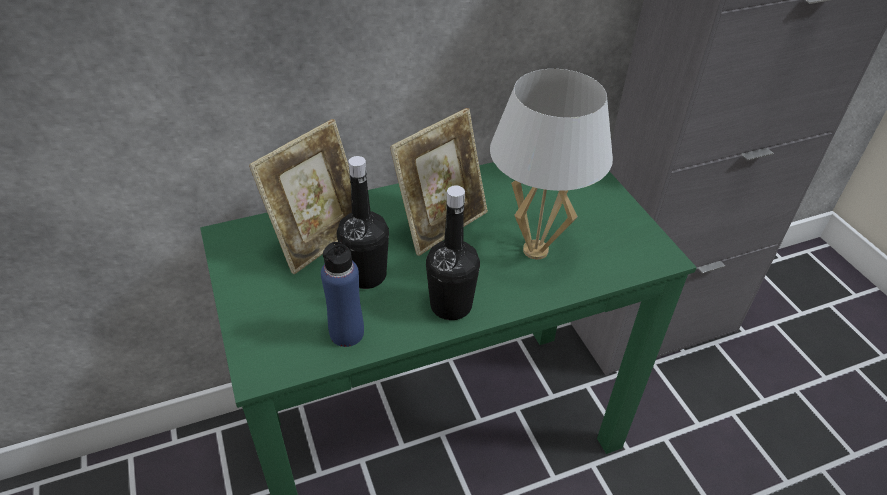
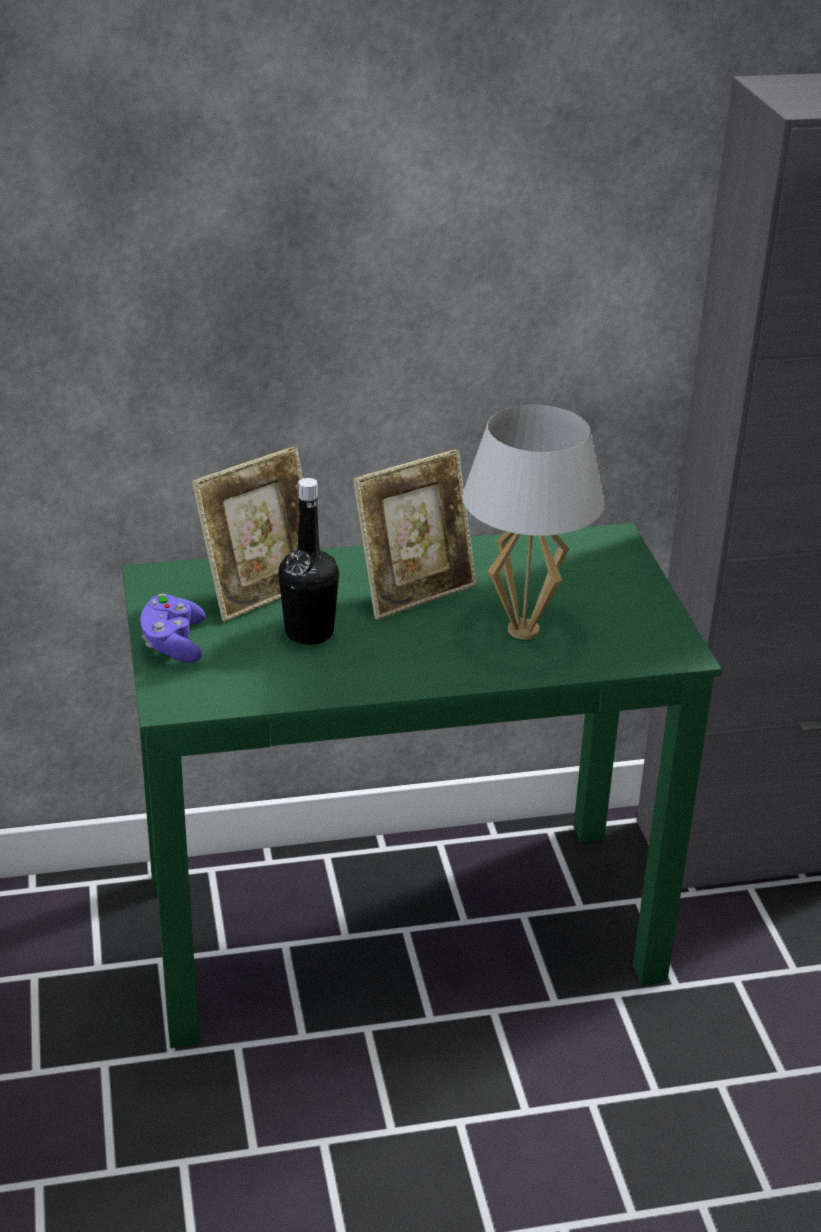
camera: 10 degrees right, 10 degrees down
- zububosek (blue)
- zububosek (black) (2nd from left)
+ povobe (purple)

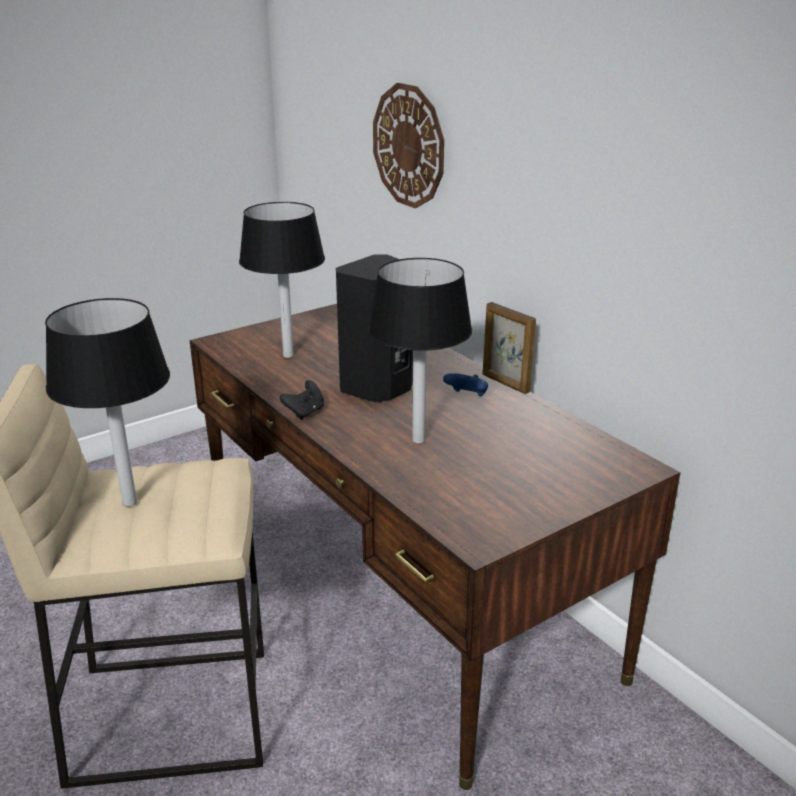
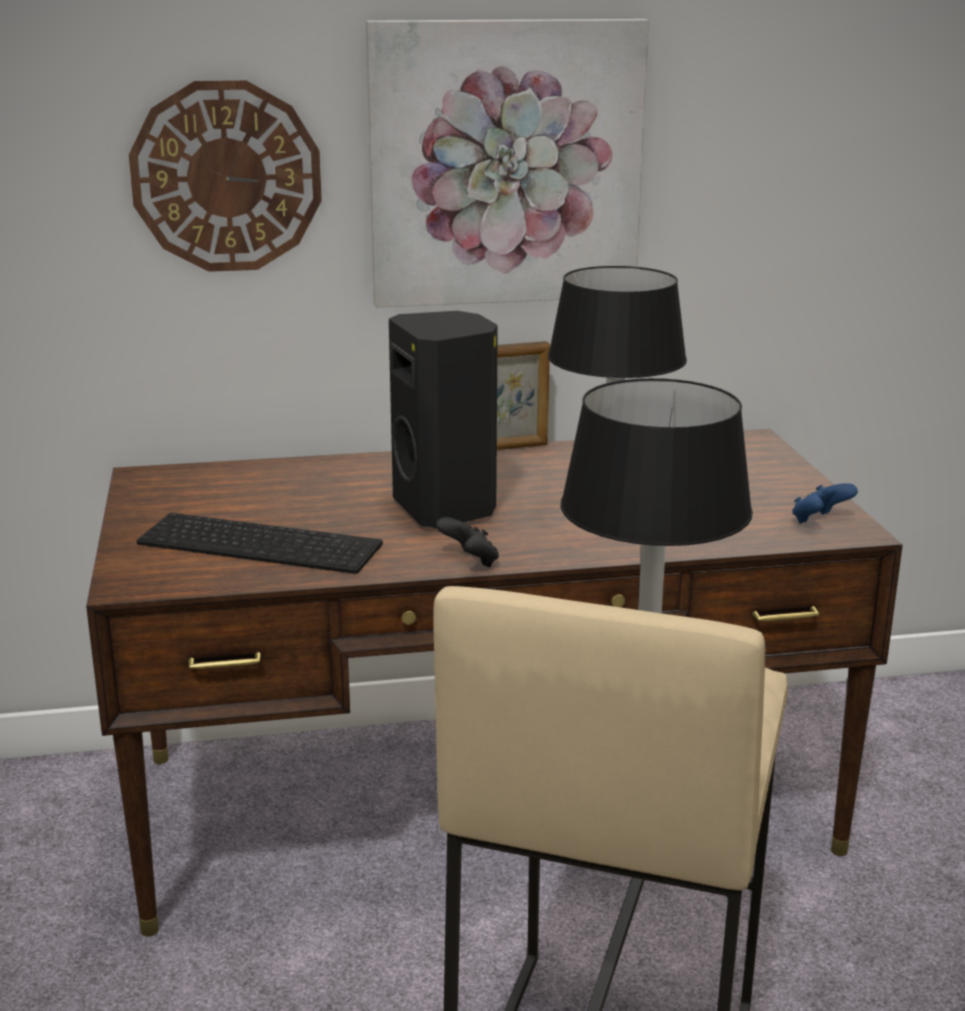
camera: 65 degrees left, 5 degrees down
+ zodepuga
~ povobe (blue)
~ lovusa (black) (2nd from left) to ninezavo

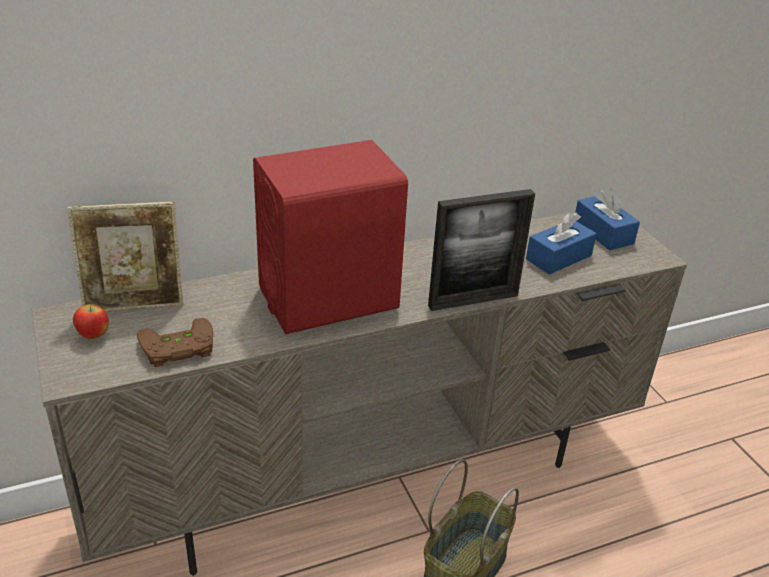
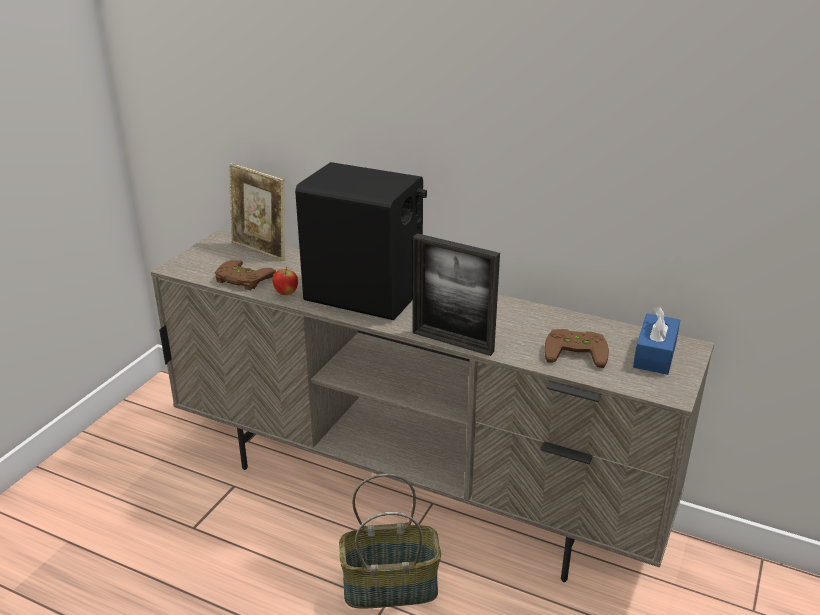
camera: 50 degrees right, 5 degrees down
~ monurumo
~ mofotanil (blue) (1st from left) to povobe (brown) (2nd from left)
~ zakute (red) to zakute (black)

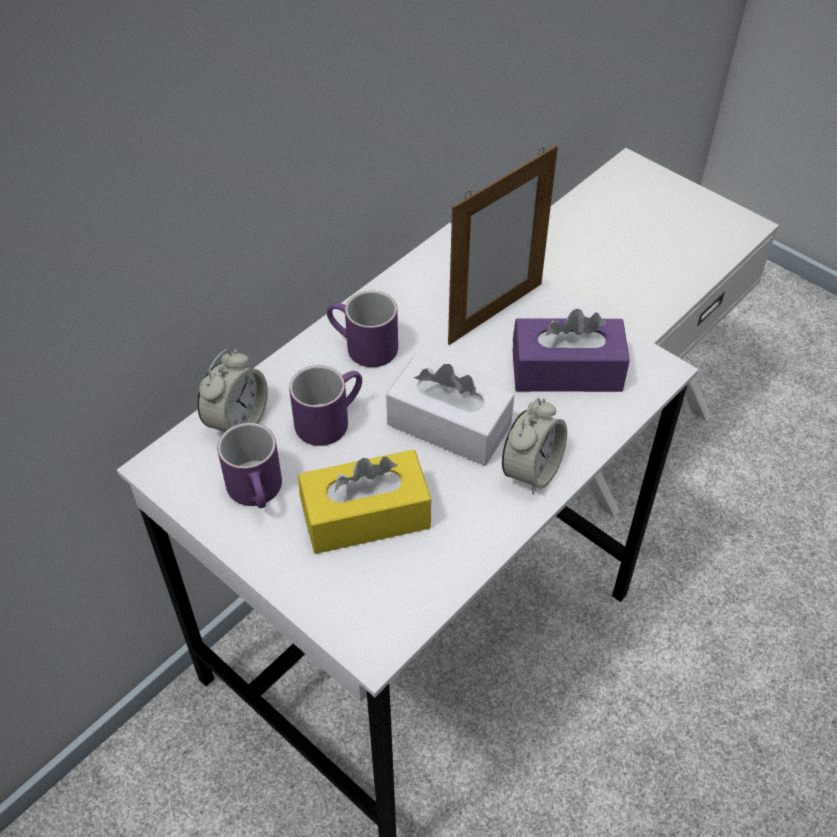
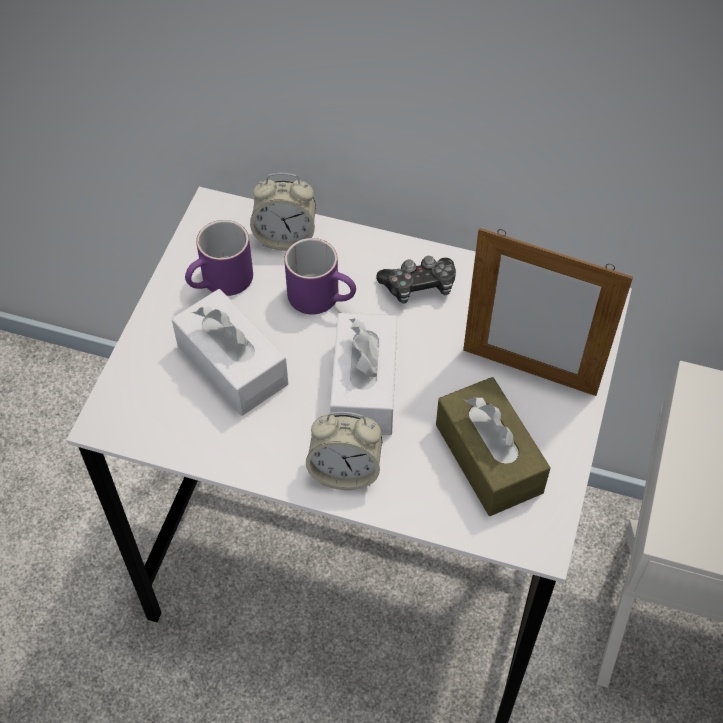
camera: 65 degrees right, 5 degrees up
~ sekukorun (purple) (3rd from left) to povobe
~ mofotanil (yellow) to mofotanil (white) (1st from left)
~ mofotanil (purple) to mofotanil (brown)

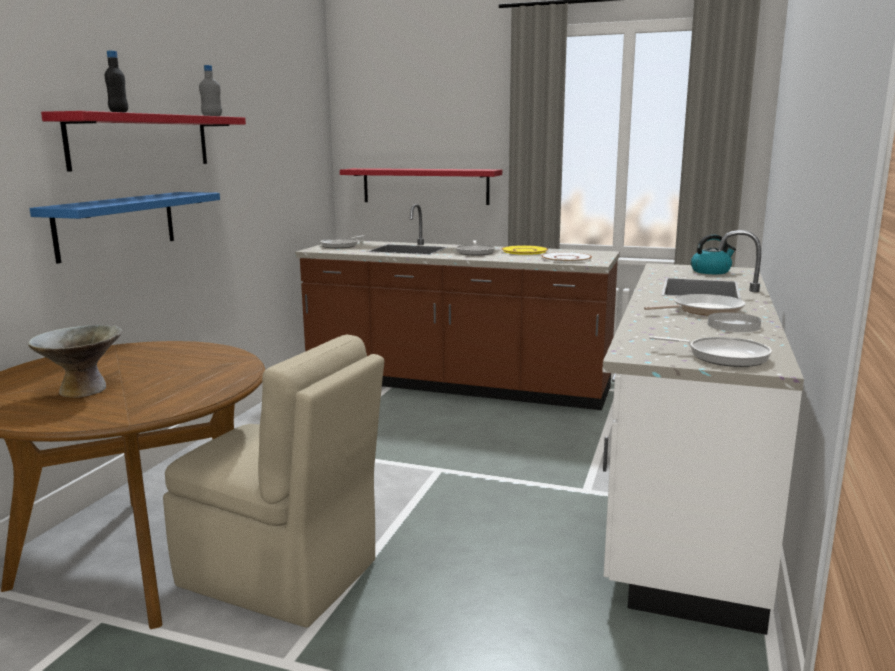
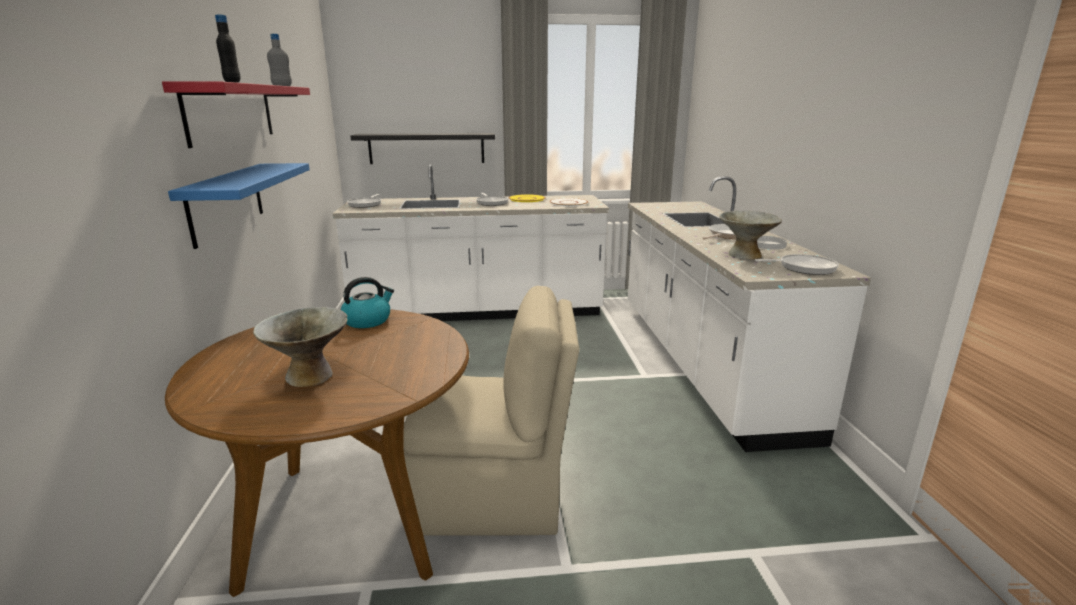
camera: 25 degrees left, 5 degrees up
+ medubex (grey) (2nd from left)
~ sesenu
~ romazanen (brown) to romazanen (white) (1st from left)
~ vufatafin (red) (2nd from left) to vufatafin (black)

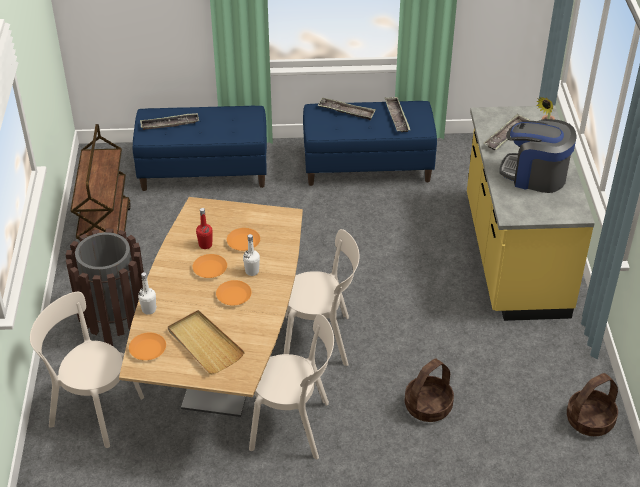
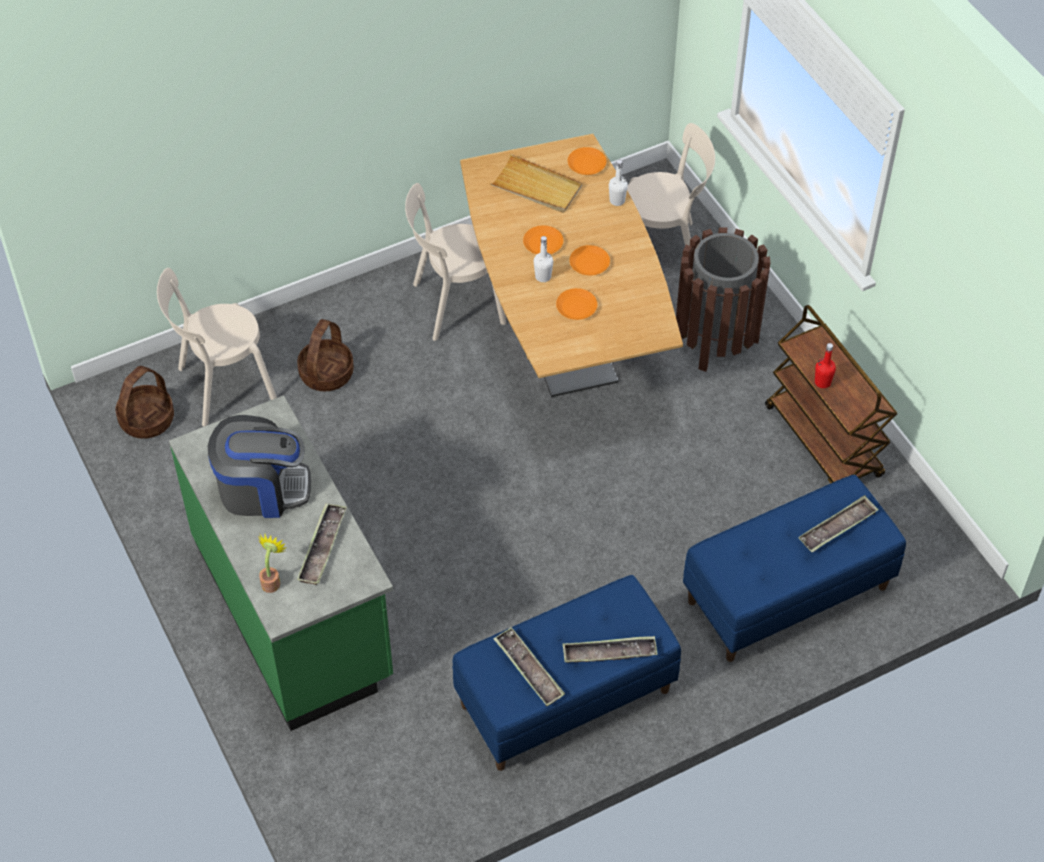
camera: 155 degrees right, 10 degrees up
~ zububosek (red)
~ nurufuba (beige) (3rd from left in the first image) to nurufuba (beige) (1st from left)
~ romazanen (yellow) to romazanen (green)

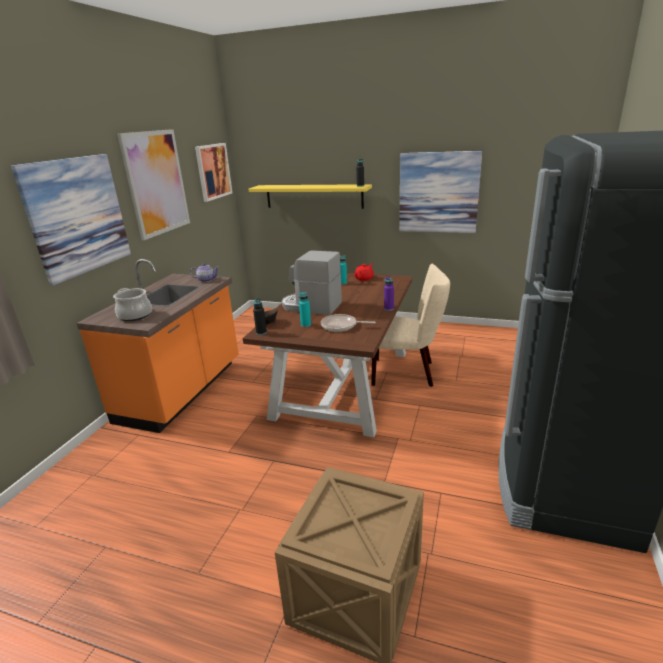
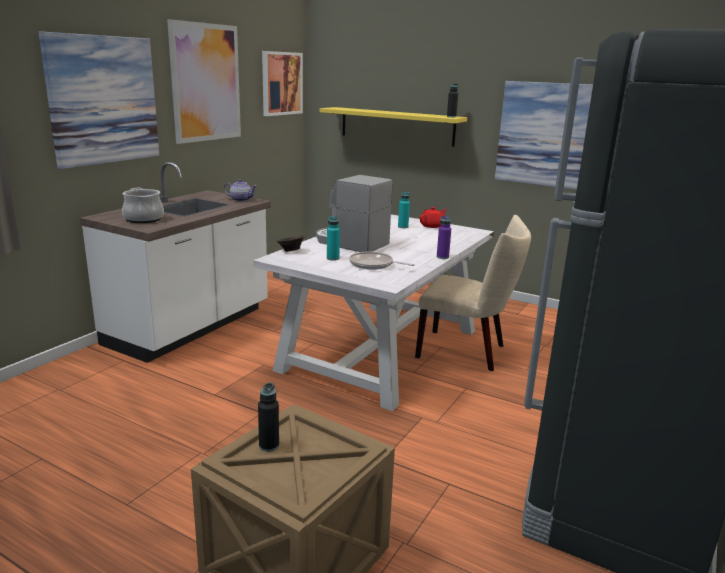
camera: 10 degrees right, 5 degrees down
~ zububosek (black) (1st from left)
~ romazanen (orange) to romazanen (white)
~ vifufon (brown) to vifufon (white)

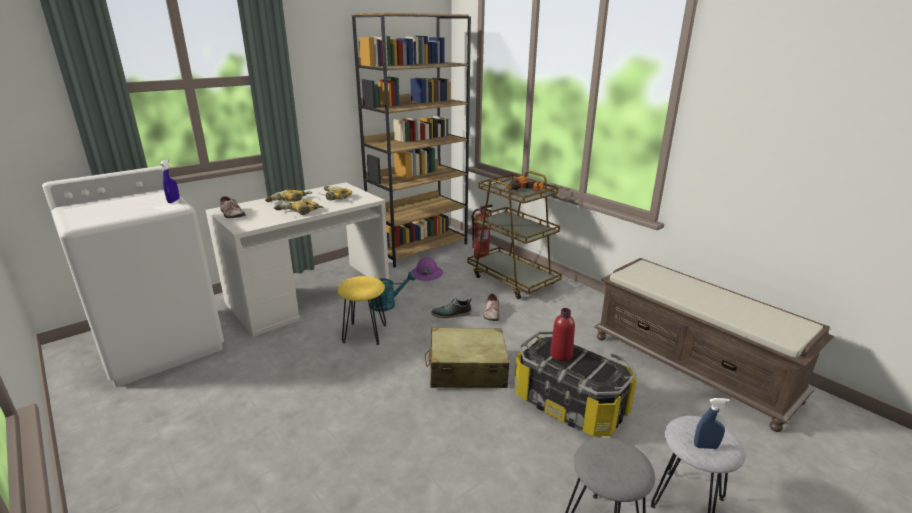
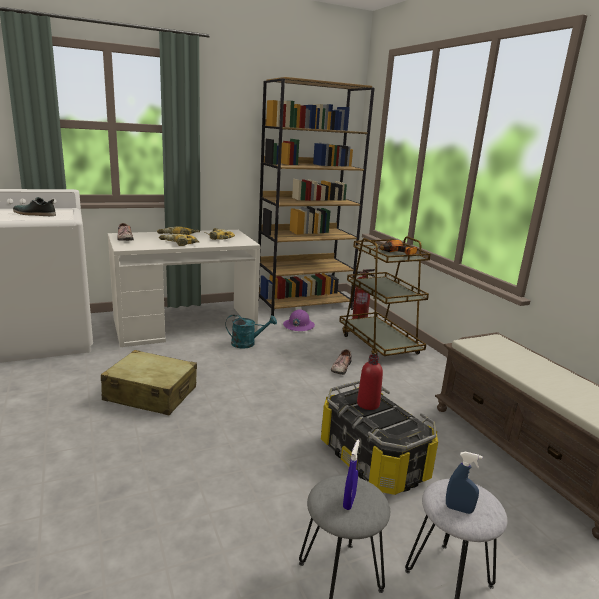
camera: 15 degrees right, 5 degrees down
- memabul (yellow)
~ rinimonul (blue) (1st from left)
~ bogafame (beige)
~ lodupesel (2nd from left in the first image) to lodupesel (1st from left)

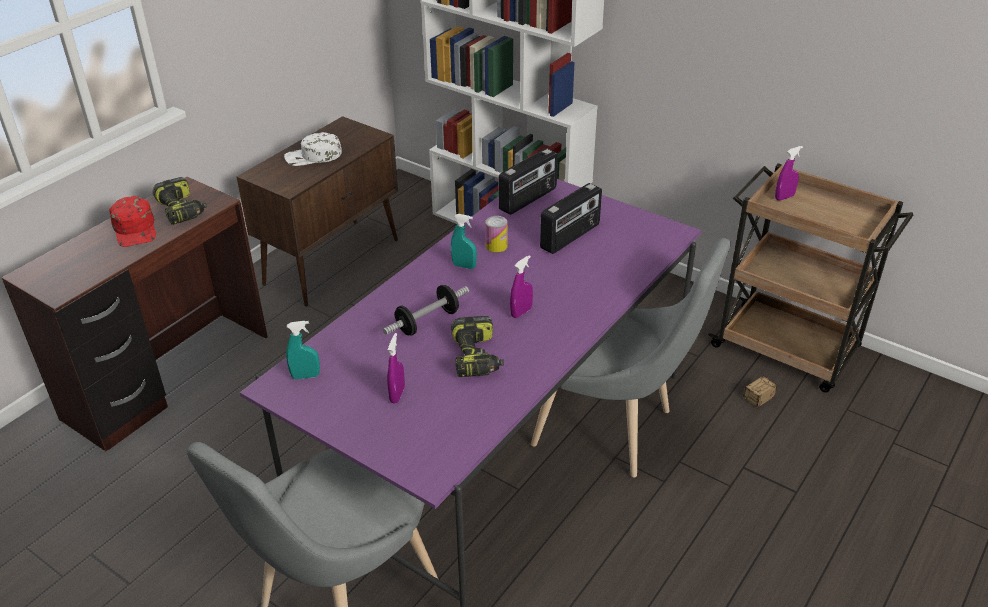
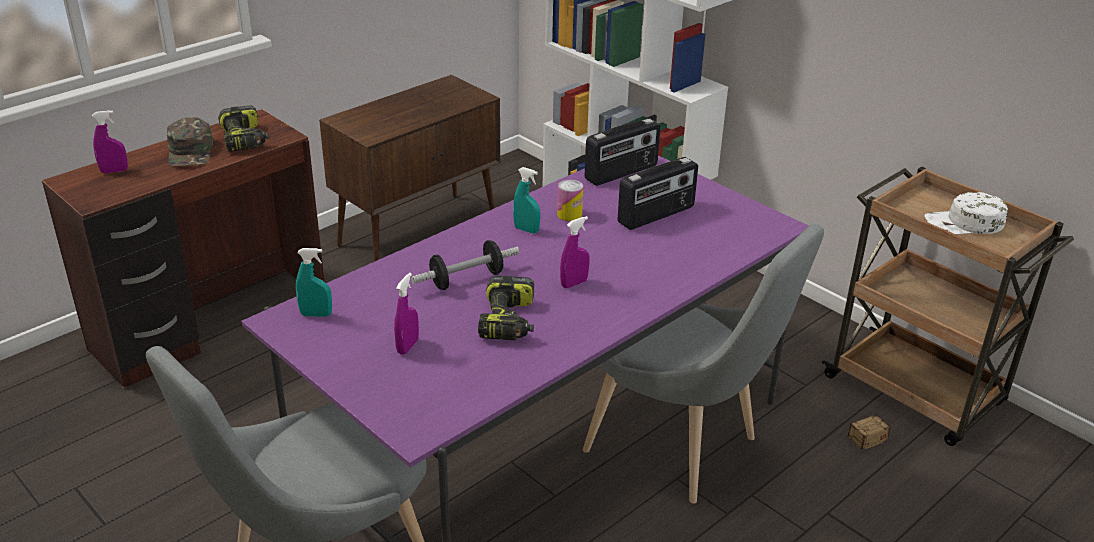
camera: 10 degrees right, 5 degrees down
~ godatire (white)
~ rinimonul (purple) (3rd from left in the first image) to rinimonul (purple) (1st from left)
~ godatire (red) to godatire (green)

